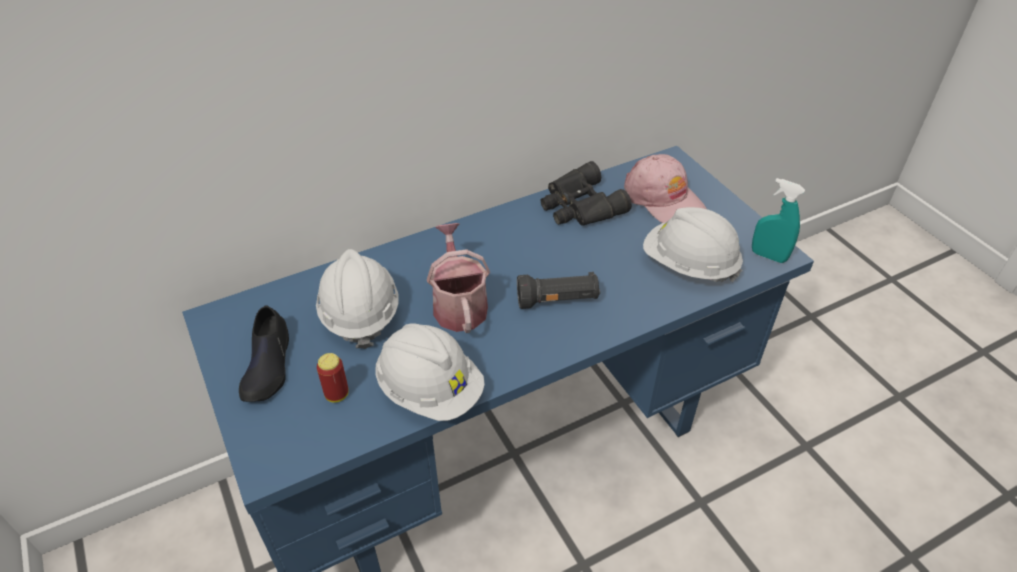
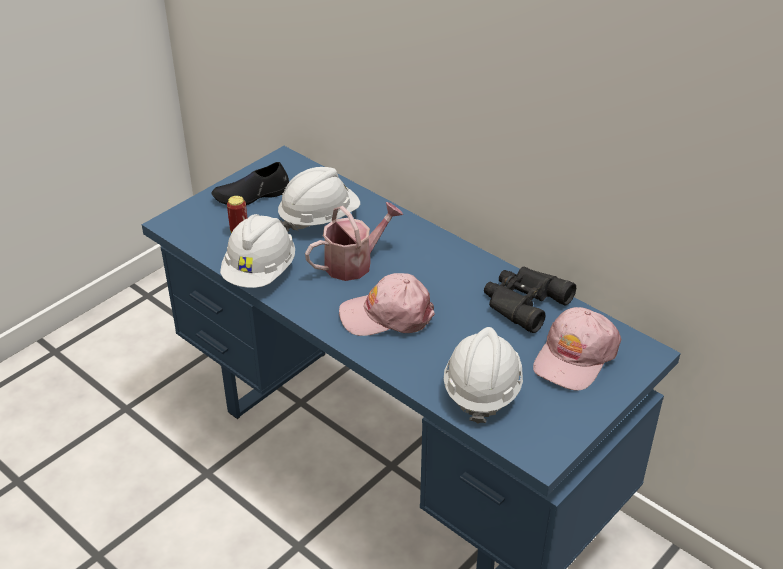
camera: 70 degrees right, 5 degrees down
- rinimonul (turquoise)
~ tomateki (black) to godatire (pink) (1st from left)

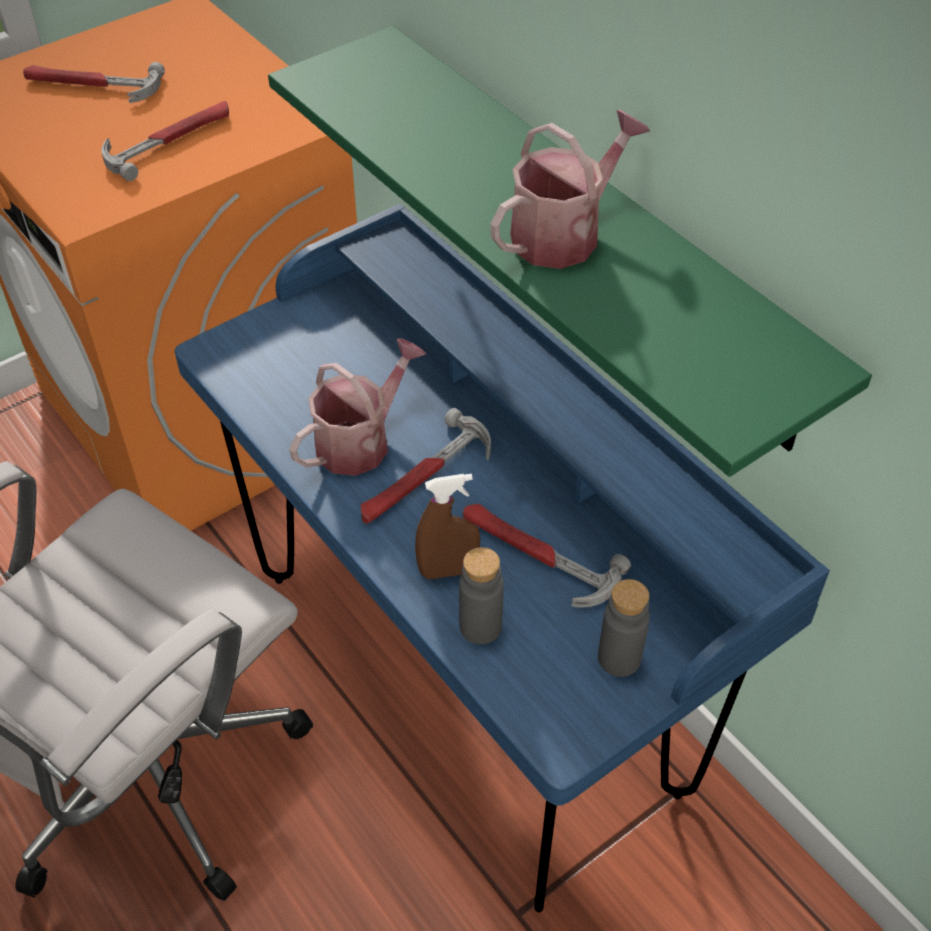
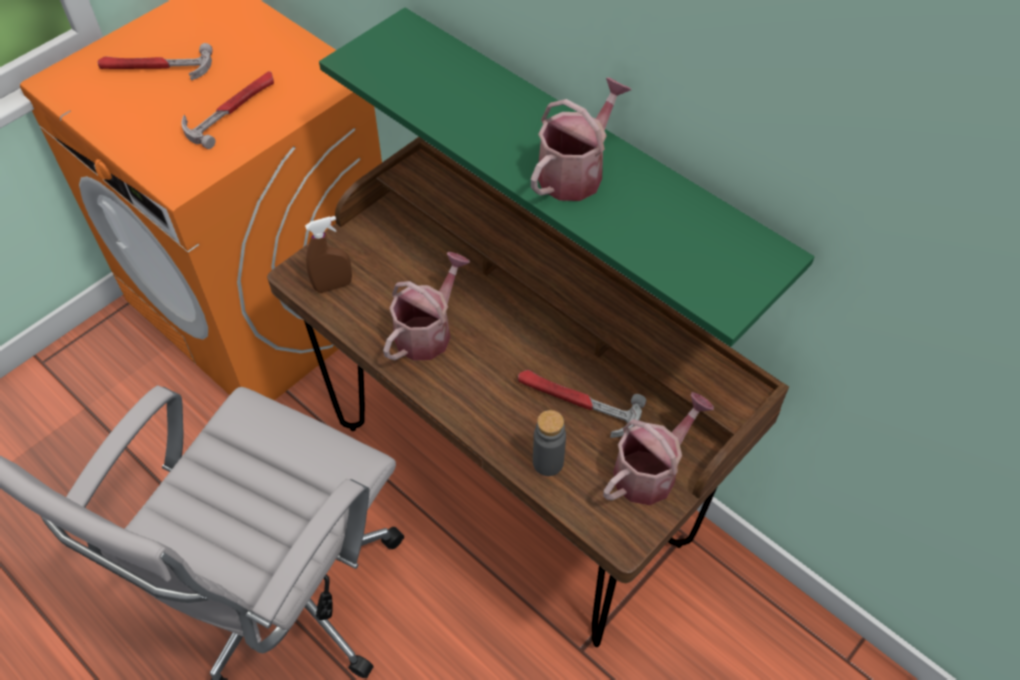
camera: 10 degrees left, 5 degrees up
- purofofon (3rd from left)
~ rinimonul (brown)
~ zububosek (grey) (2nd from left) to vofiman (3rd from left)
~ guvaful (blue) to guvaful (brown)

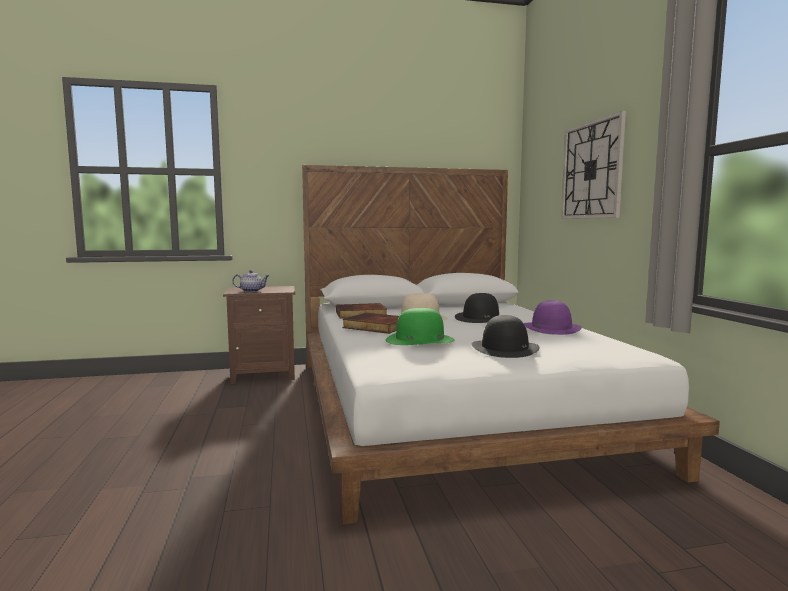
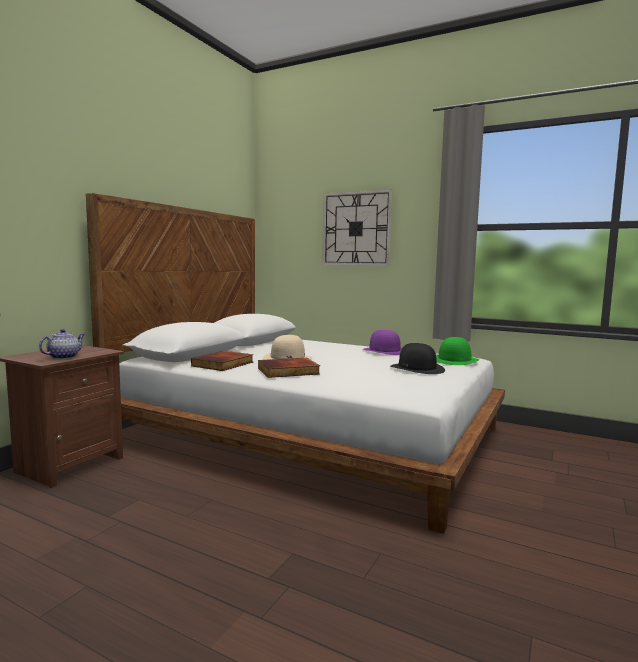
camera: 50 degrees left, 0 degrees up
- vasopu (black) (1st from left)
~ vasopu (green)

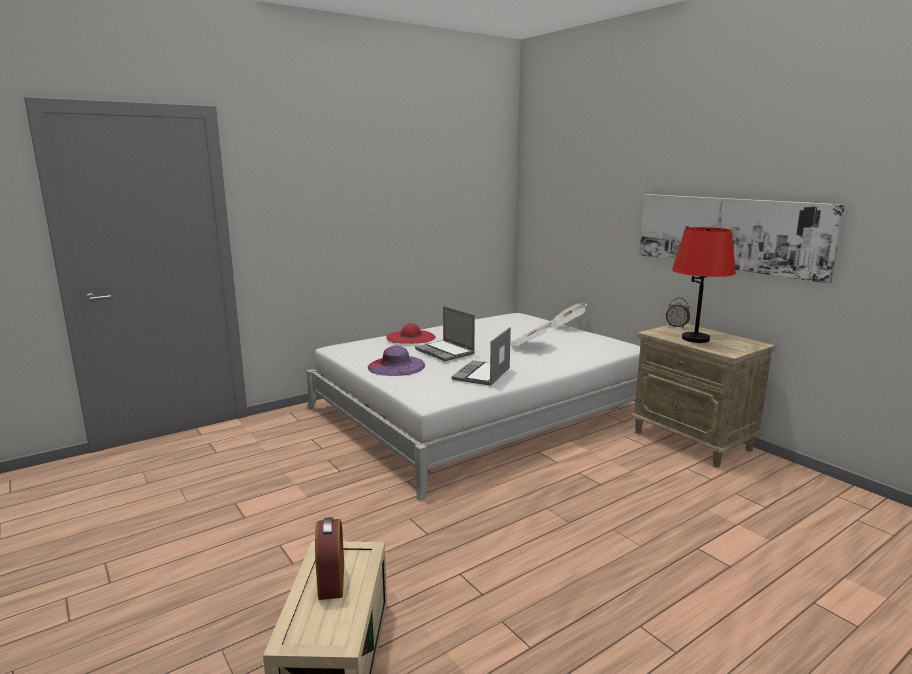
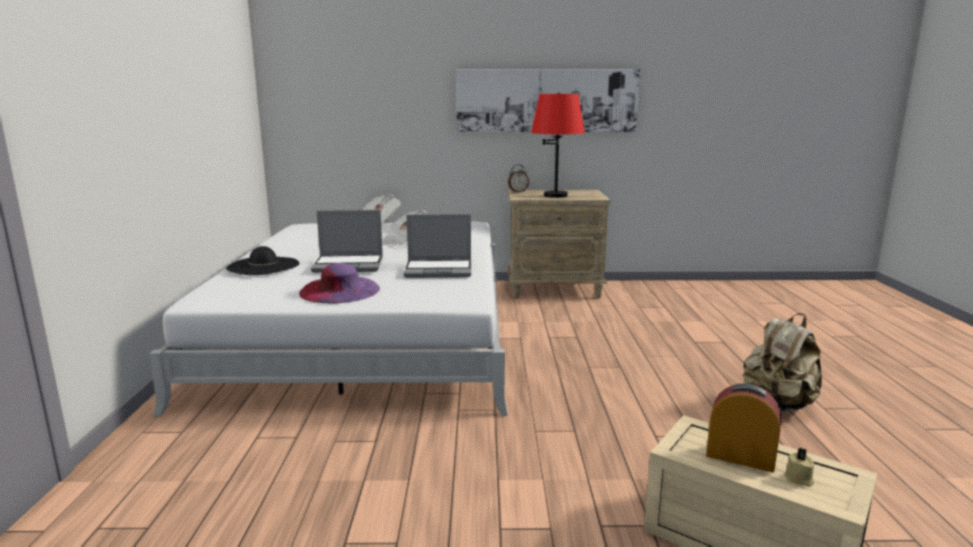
camera: 55 degrees left, 0 degrees up
+ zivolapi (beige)
+ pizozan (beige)
~ vasopu (red) to vasopu (black)
~ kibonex (2nd from left) 60 degrees counterclockwise

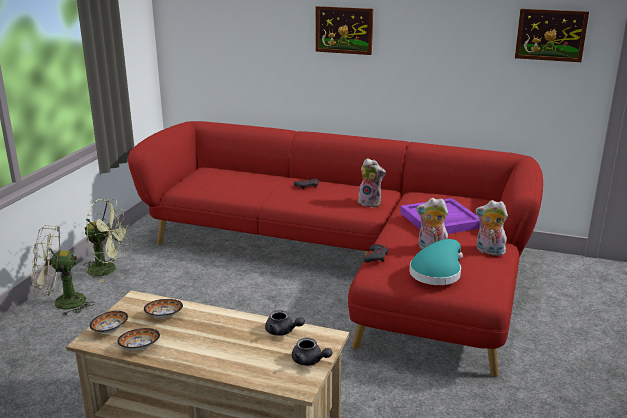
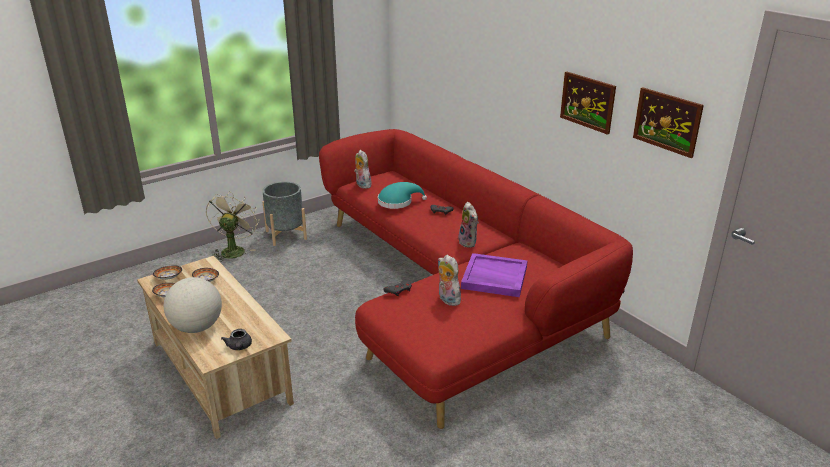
camera: 35 degrees right, 5 degrees up
- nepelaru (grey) (1st from left)
+ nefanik
~ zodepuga (1st from left)
~ vasopu (turquoise)
~ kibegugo (3rd from left in the first image) to kibegugo (1st from left)
~ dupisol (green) to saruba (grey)
~ dupisol (beige) 75 degrees clockwise

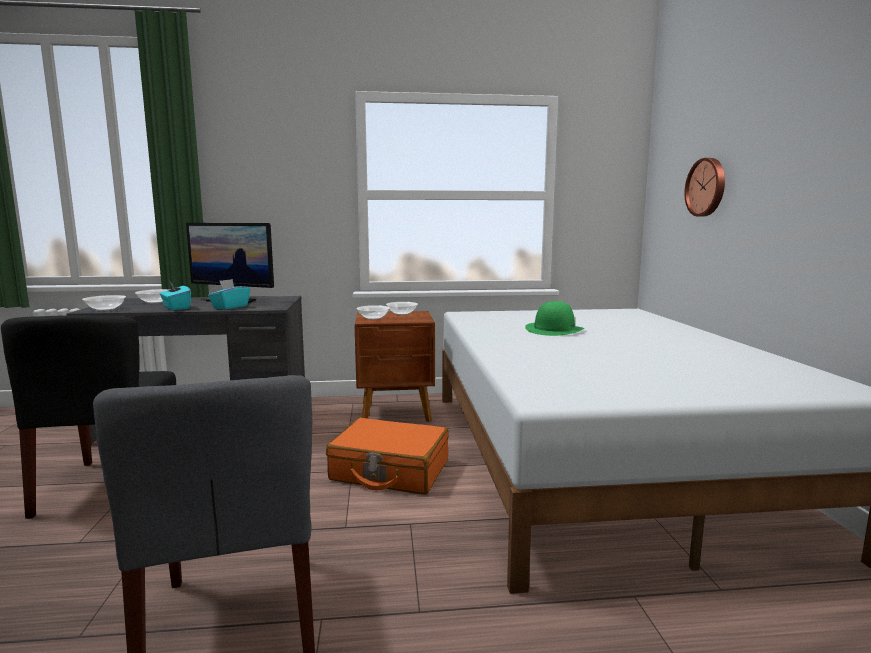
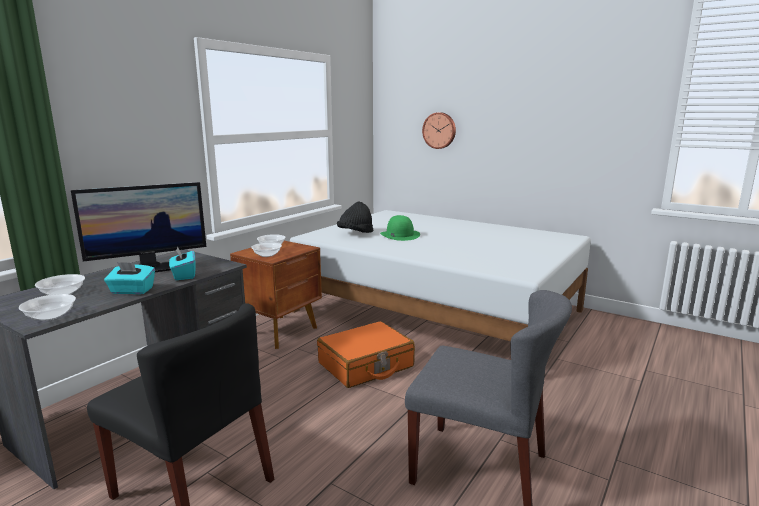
camera: 50 degrees left, 5 degrees up
+ vasopu (black)

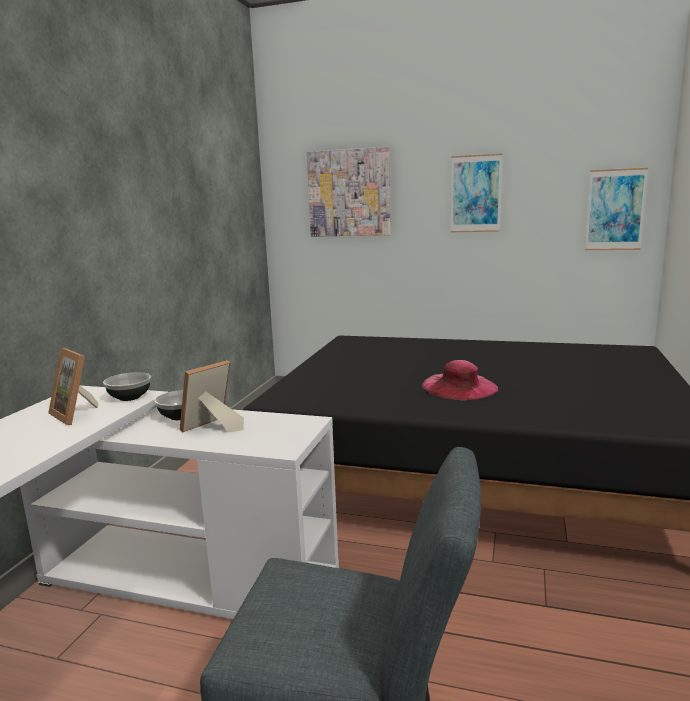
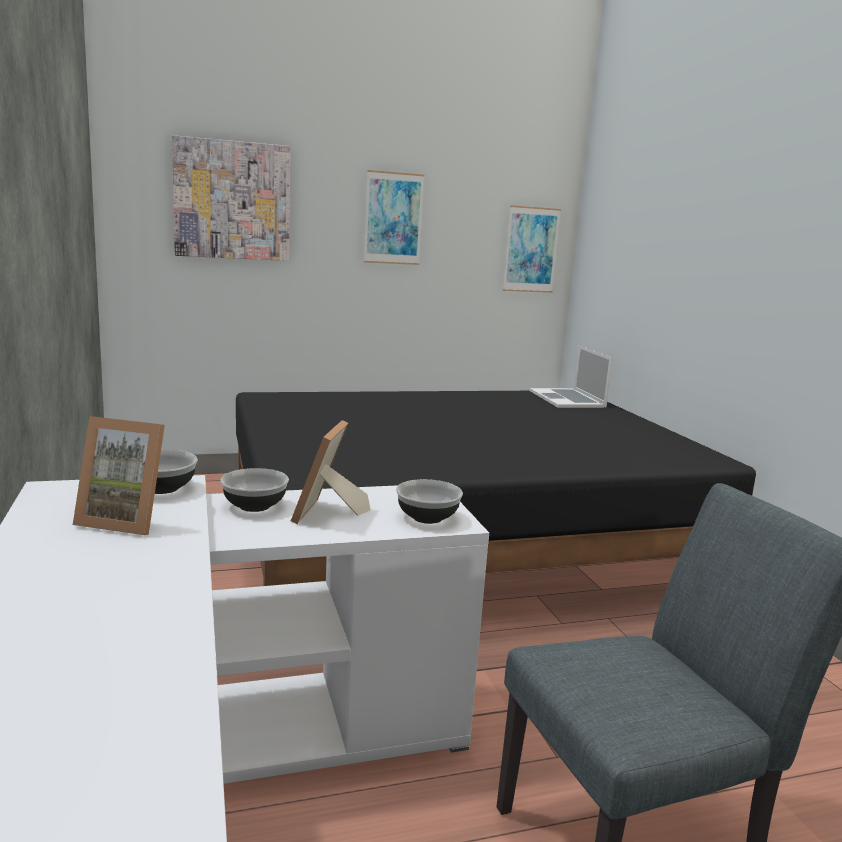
camera: 35 degrees left, 0 degrees up
- vasopu (pink)
+ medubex (3rd from left)
+ kibonex

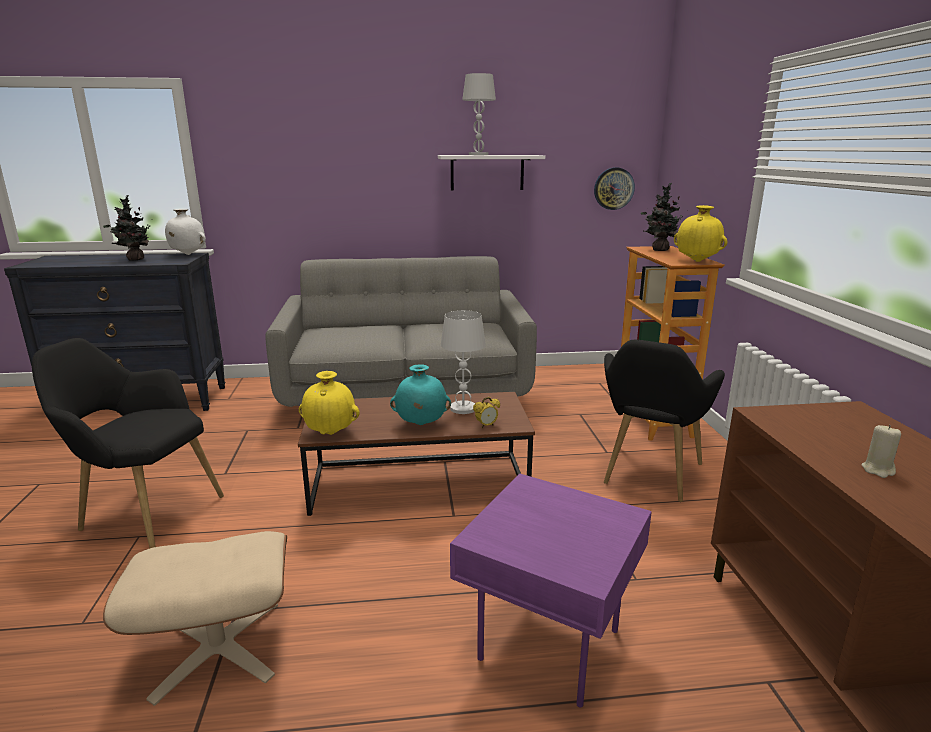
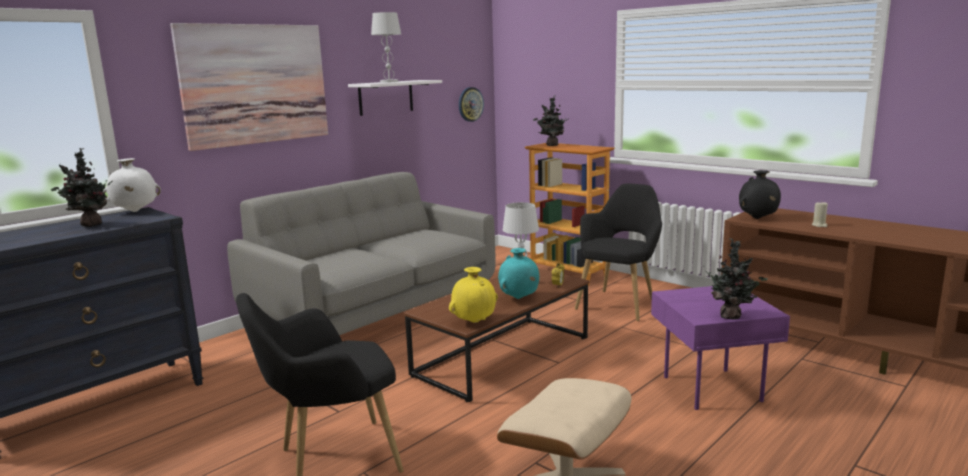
camera: 40 degrees left, 5 degrees down
- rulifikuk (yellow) (2nd from left)
+ zodepuga
+ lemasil (3rd from left)
+ rulifikuk (black)
~ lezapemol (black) (2nd from left) 135 degrees counterclockwise

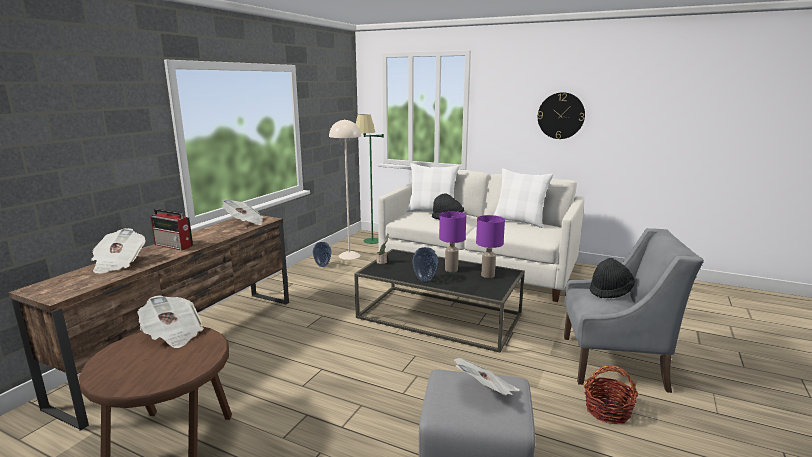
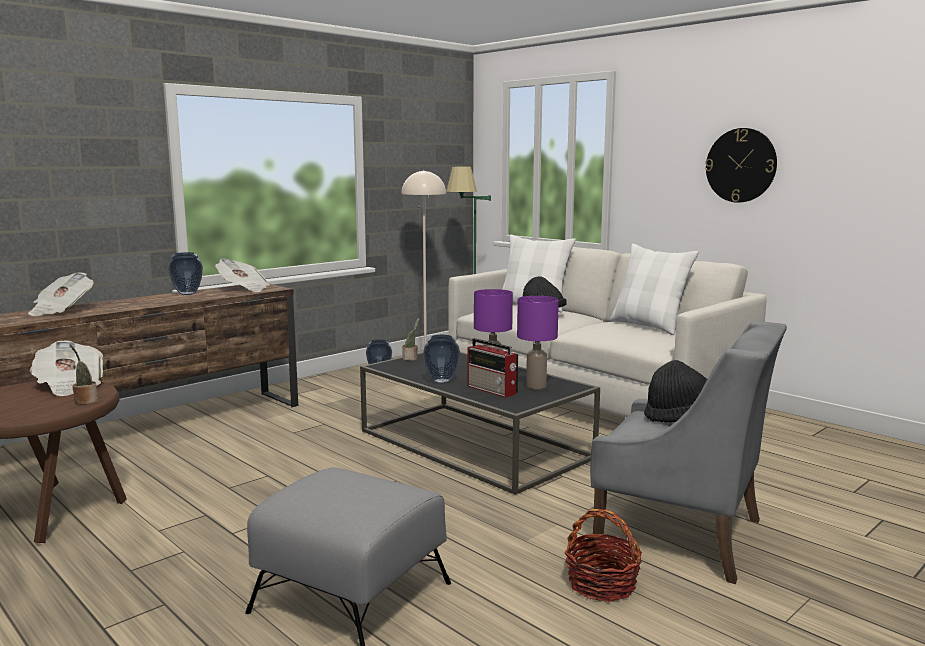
camera: 20 degrees right, 5 degrees down
- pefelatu (4th from left)
+ lemasil (1st from left)
+ rulifikuk (1st from left)
~ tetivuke

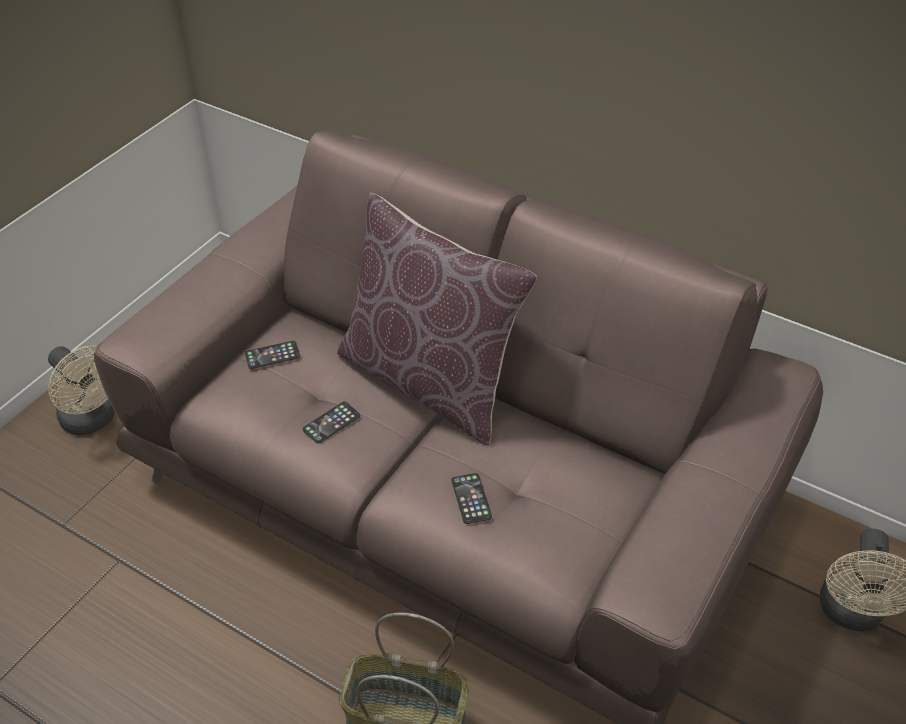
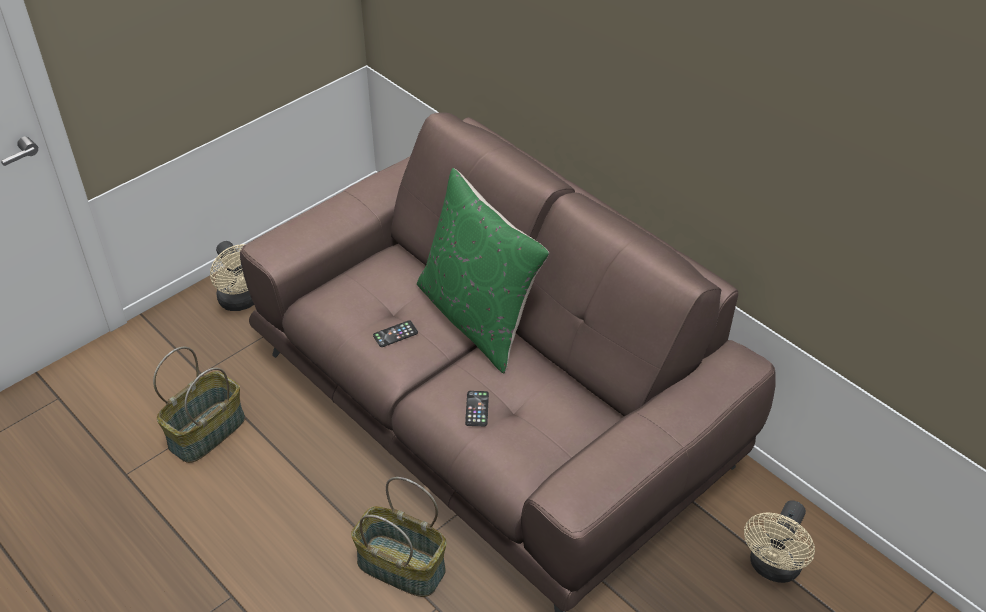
camera: 15 degrees right, 0 degrees up
- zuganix (1st from left)
+ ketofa (1st from left)
~ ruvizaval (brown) to ruvizaval (green)

